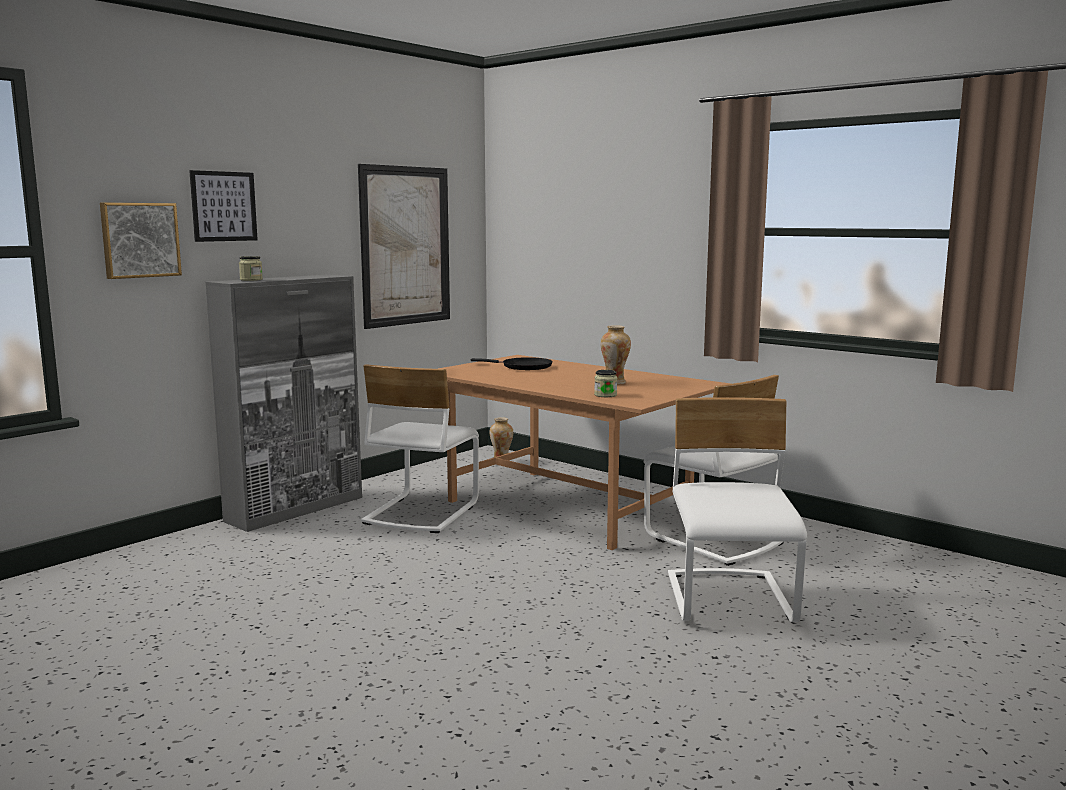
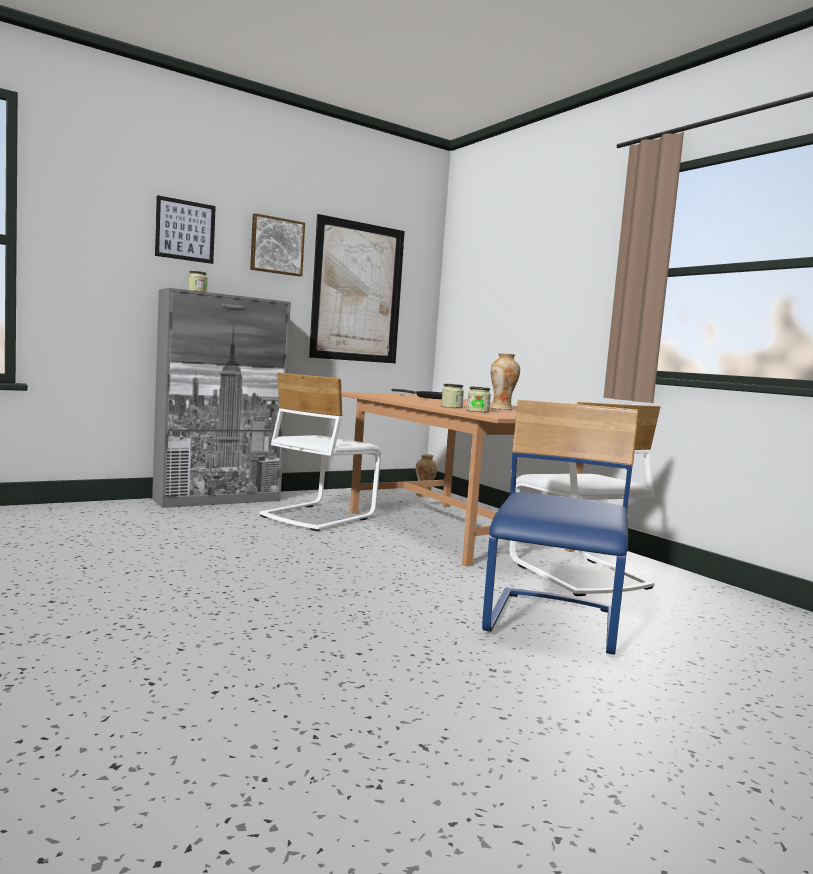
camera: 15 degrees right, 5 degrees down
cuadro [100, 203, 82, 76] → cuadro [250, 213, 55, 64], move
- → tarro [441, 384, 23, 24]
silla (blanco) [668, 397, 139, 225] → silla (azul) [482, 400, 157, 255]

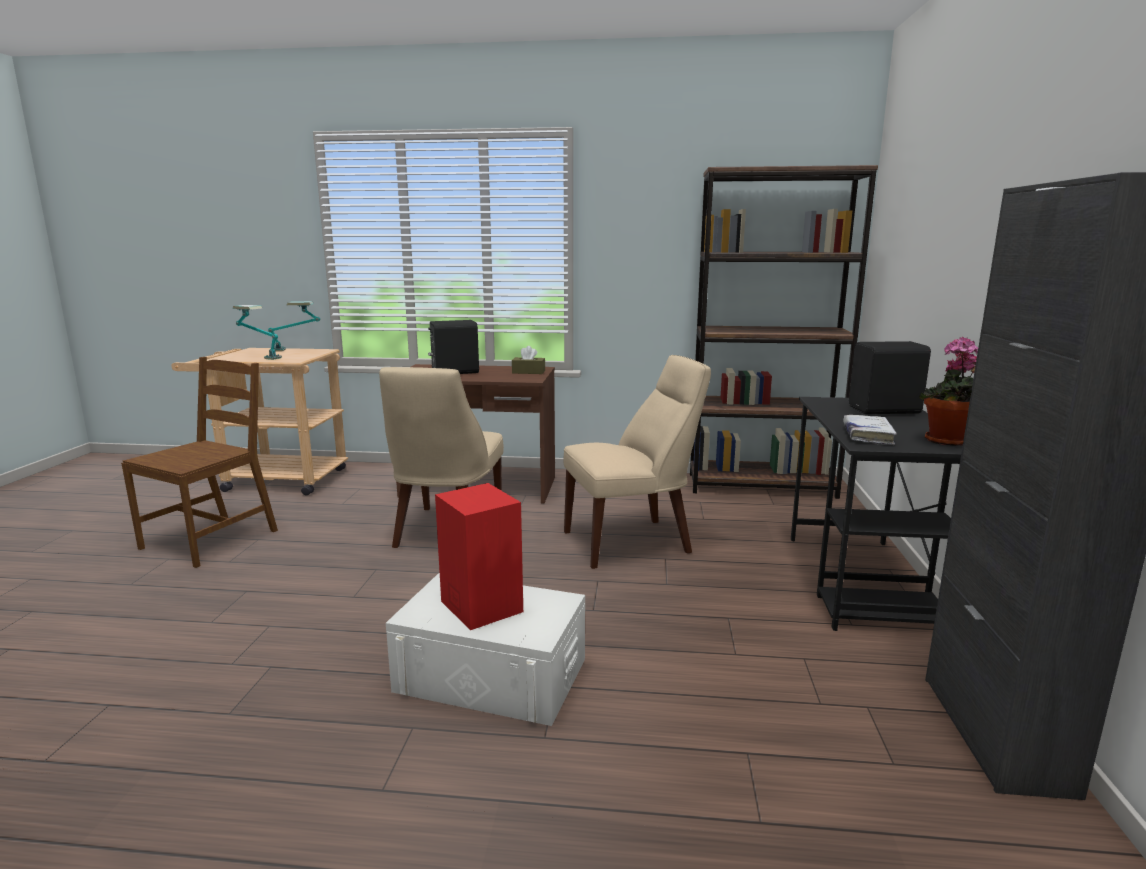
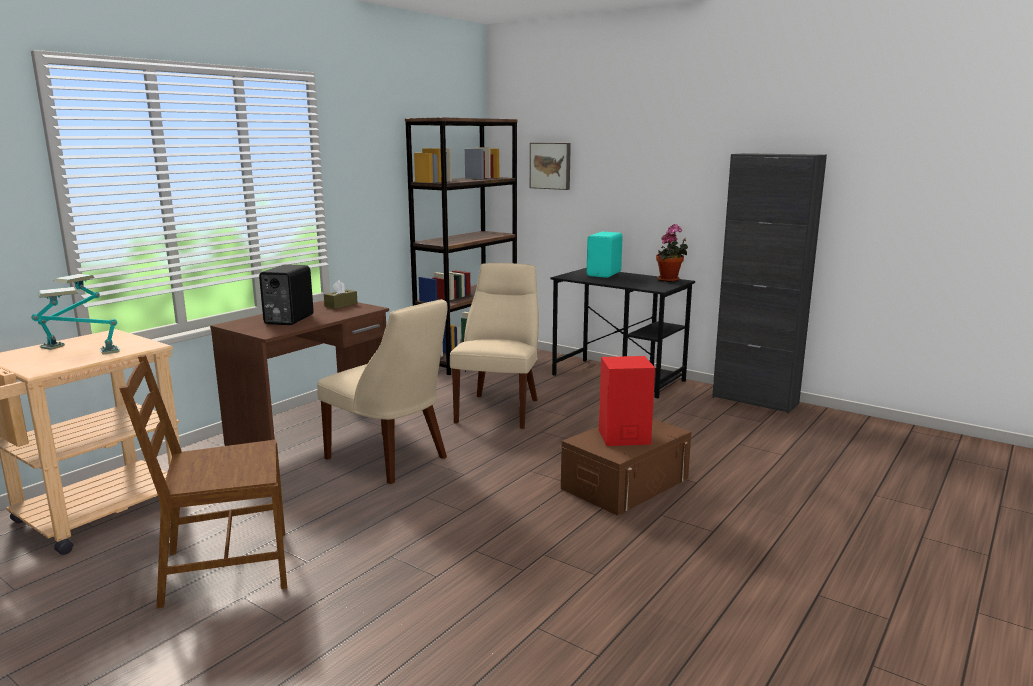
camera: 60 degrees left, 0 degrees up
silla (marrón) [121, 357, 157, 211] → silla (marrón) [119, 355, 168, 254], 75 degrees counterclockwise
- → cuadro [530, 143, 41, 47]
caja de almacenaje (blanco) [386, 573, 199, 153] → caja de almacenaje (marrón) [561, 419, 130, 97]
altavoz (negro) [849, 341, 82, 73] → altavoz (turquesa) [587, 232, 36, 46]
libro (blanco) [843, 415, 54, 30] → -

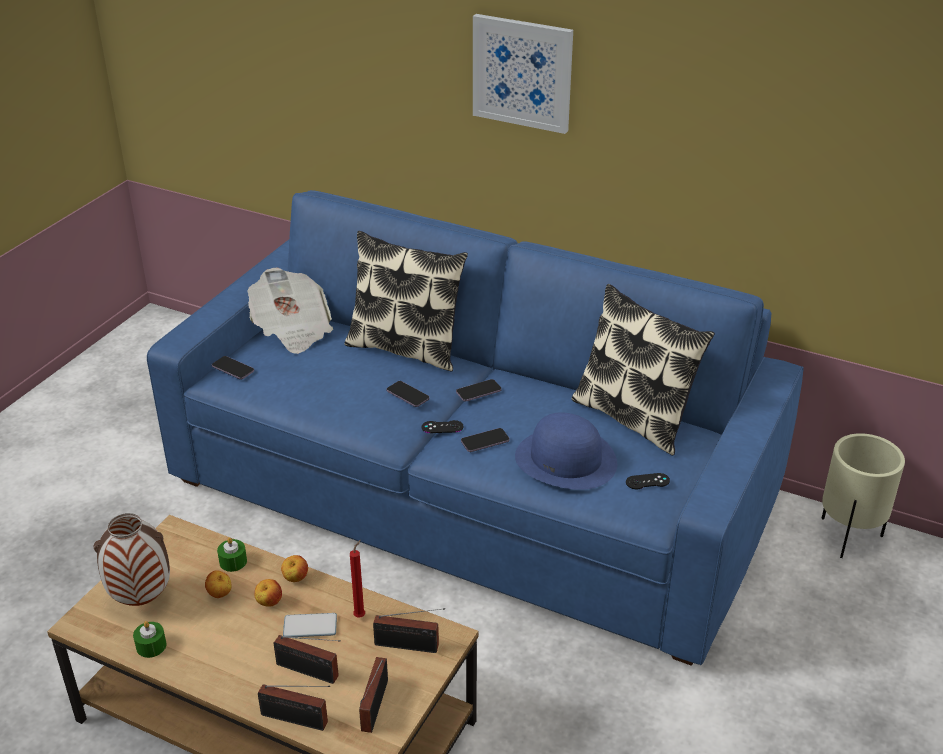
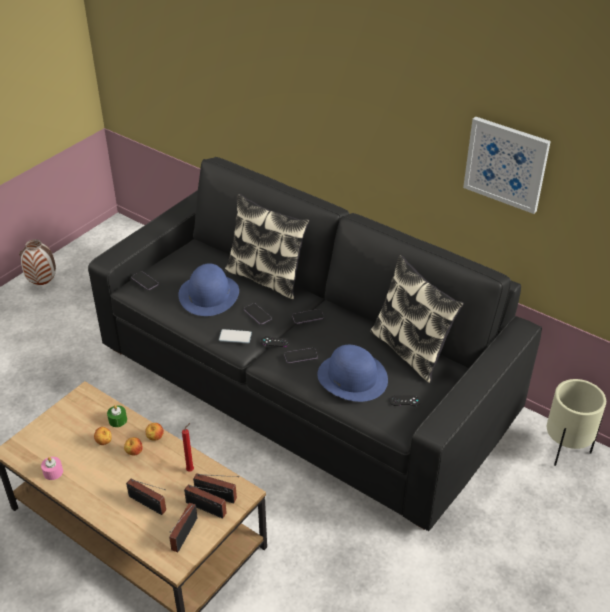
camera: 10 degrees right, 5 degrees up
florero [94, 513, 76, 93] → florero [19, 239, 37, 46], move
vela (verde) [133, 621, 34, 37] → vela (rosa) [41, 457, 22, 23]
sofá (azul) [147, 190, 657, 476] → sofá (negro) [88, 157, 454, 374]
- → sombrero (azul) [178, 263, 61, 53]
radio [258, 684, 72, 47] → radio [184, 484, 44, 35], move
móvil [283, 613, 54, 24] → móvil [219, 329, 33, 14], move
cuadro [473, 14, 100, 120] → cuadro [463, 116, 88, 98], move
periódico [247, 268, 86, 86] → -

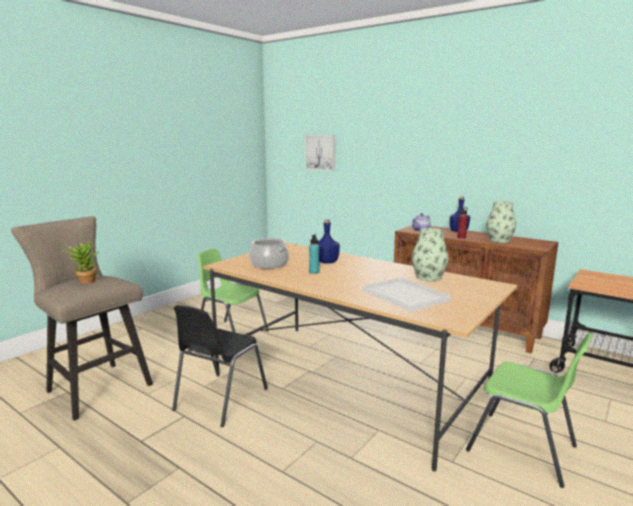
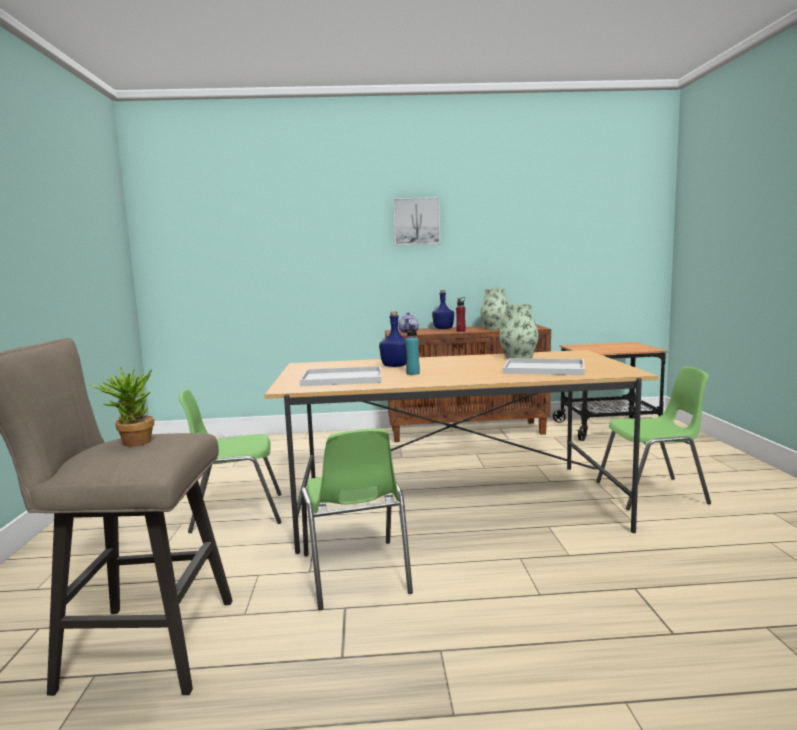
camera: 40 degrees left, 5 degrees down
olla [249, 238, 40, 31] → bandeja (blanco) [300, 366, 82, 20]
silla (negro) [172, 305, 96, 122] → silla (verde) [301, 429, 112, 181]
cuadro [305, 135, 30, 36] → cuadro [393, 197, 47, 49], move

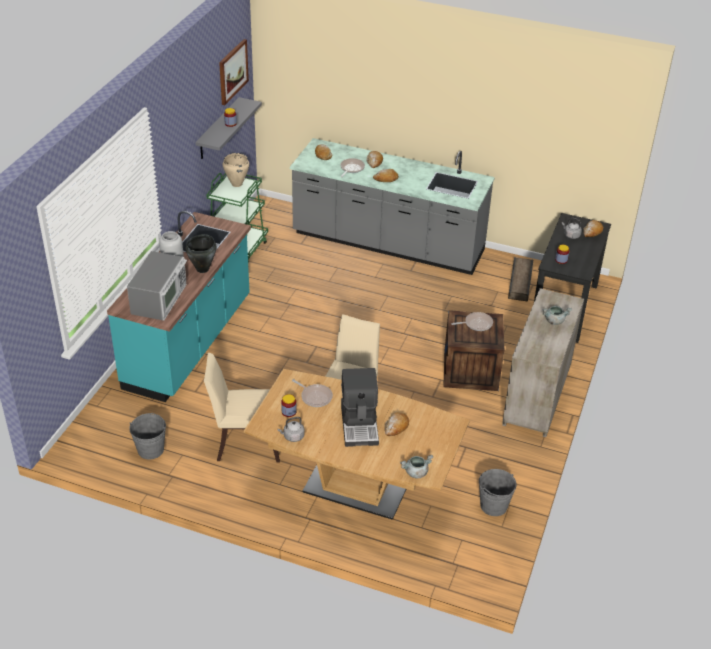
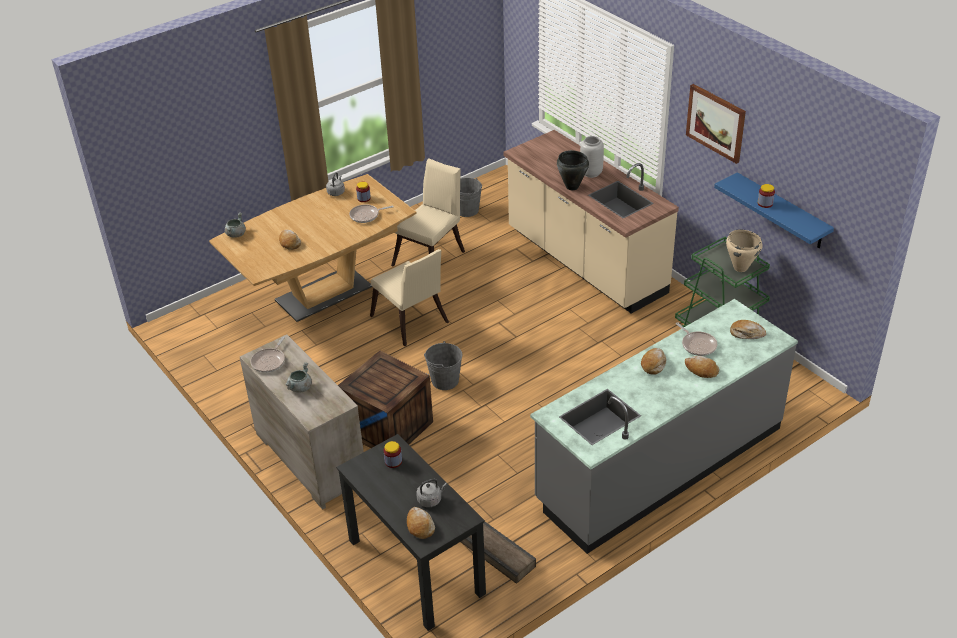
camera: 125 degrees right, 0 degrees up
sartén [451, 312, 42, 19] → sartén [250, 337, 35, 36], move
cubo (gris) [479, 469, 37, 47] → cubo (gris) [424, 341, 38, 49], move
mueble bajo de cocina (turquesa) [107, 211, 144, 191] → mueble bajo de cocina (beis) [503, 130, 176, 183]
cuadro [219, 39, 30, 66] → cuadro [686, 84, 60, 80], move
estante (gris) [196, 97, 66, 62] → estante (azul) [714, 172, 120, 76]
microondas [127, 251, 60, 69] → -
cafetera [341, 368, 38, 79] → -

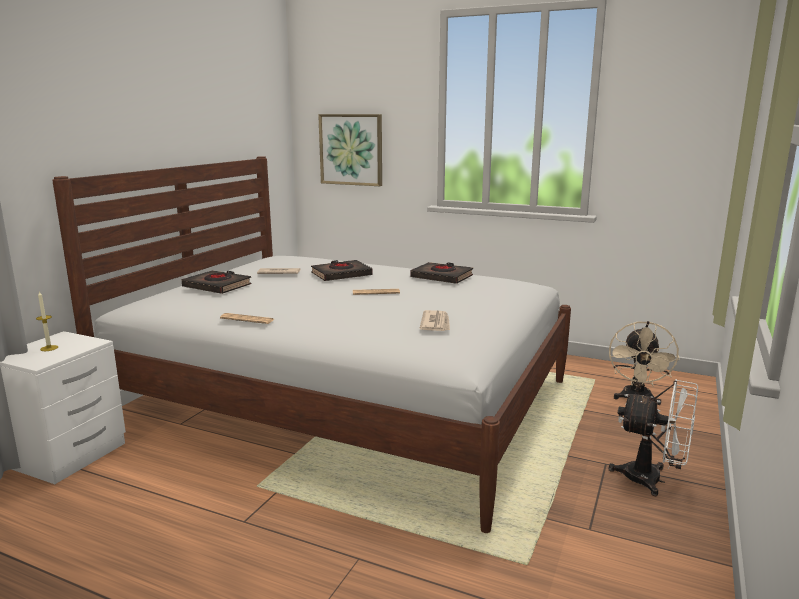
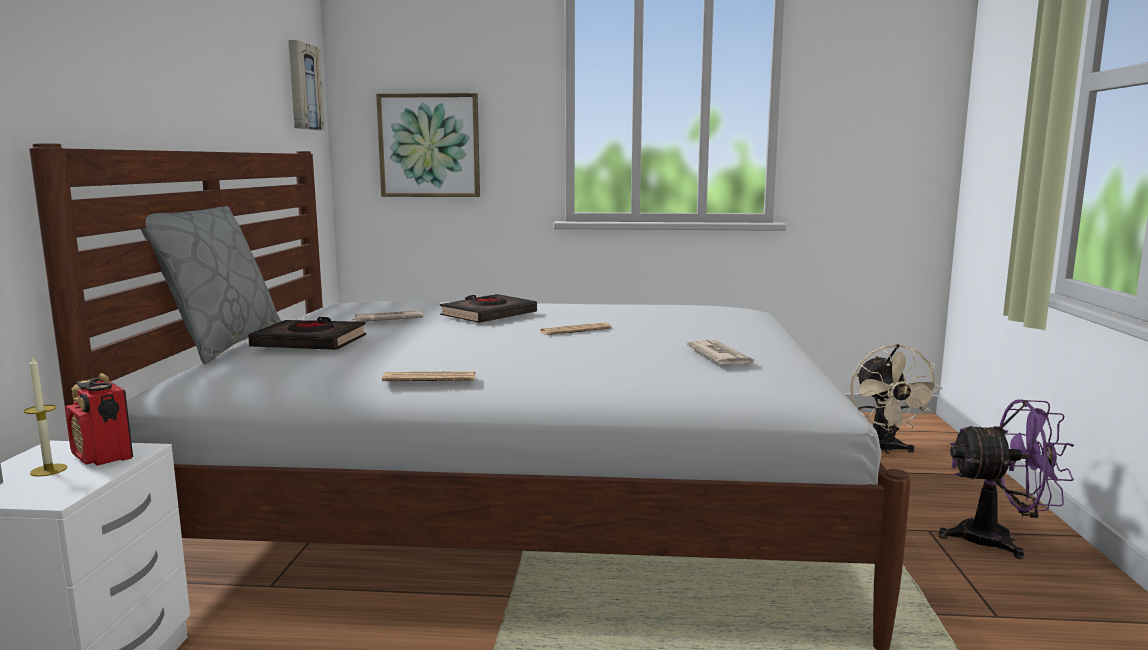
camera: 20 degrees left, 5 degrees down
- → radio [65, 373, 68, 93]
- → cojín (gris) [141, 206, 140, 158]
- → cuadro [288, 40, 36, 90]
ventilador (blanco) [608, 379, 90, 117] → ventilador (morado) [938, 399, 136, 160]
libro (negro) [410, 262, 63, 22] → -

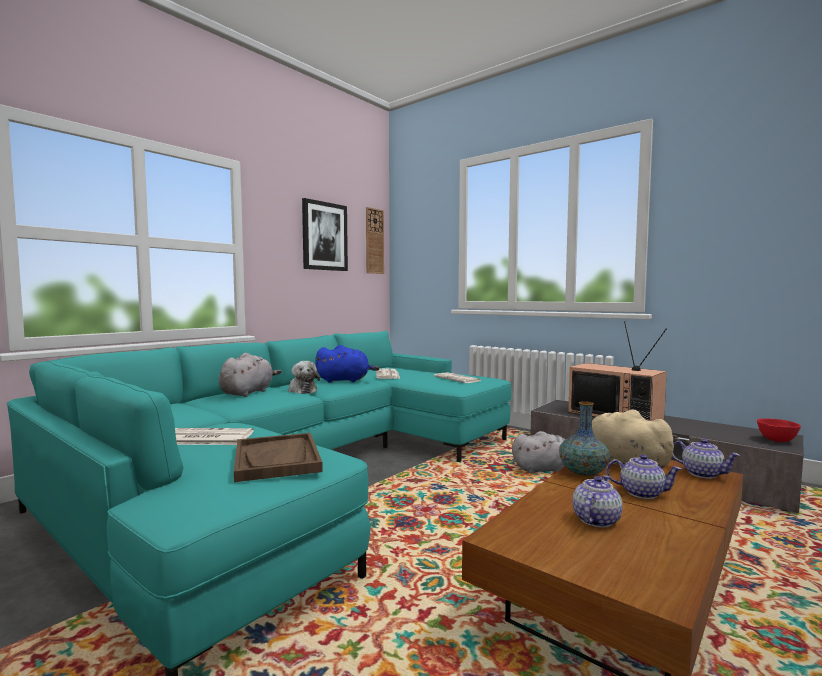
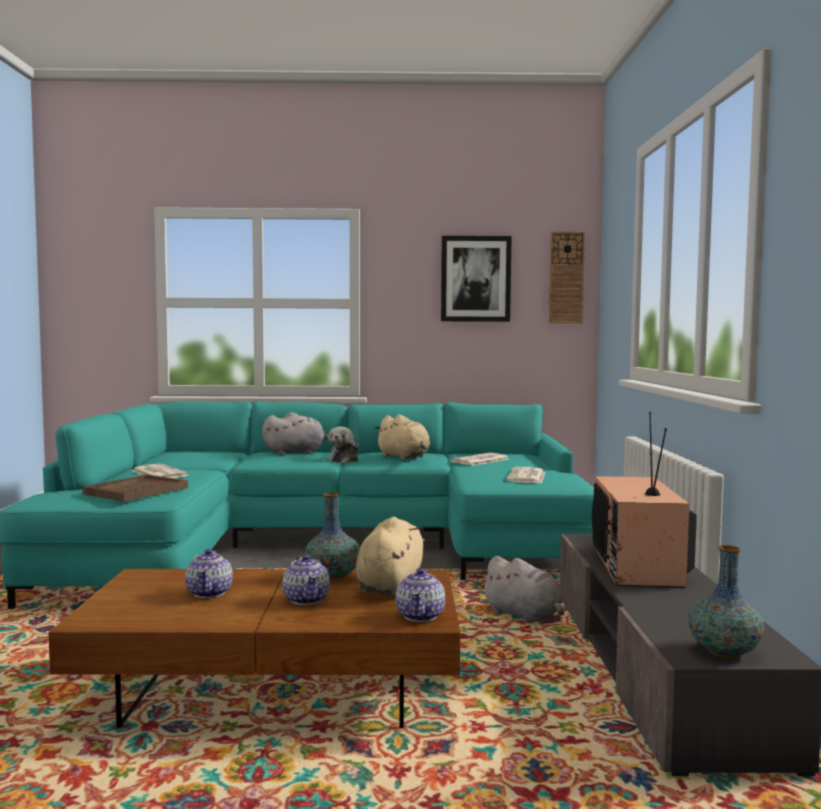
camera: 50 degrees right, 0 degrees up
tetera [572, 475, 51, 53] → tetera [185, 549, 48, 49], 90 degrees clockwise
peluche (azul) [315, 345, 64, 38] → peluche (beis) [375, 414, 55, 46]
cuenco (rojo) [757, 418, 44, 24] → florero [688, 545, 77, 113]

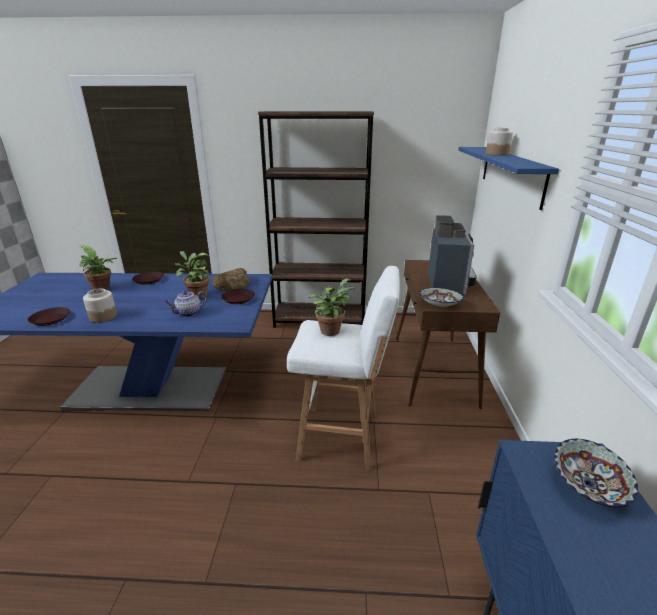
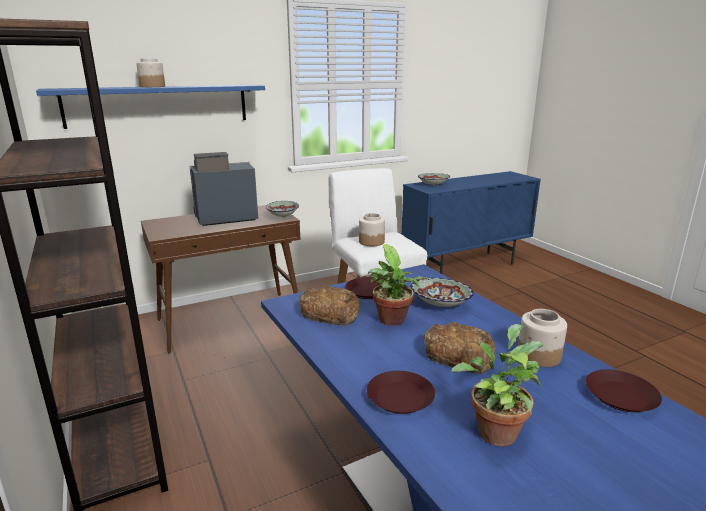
camera: 120 degrees left, 5 degrees down
planta en maceta [308, 278, 47, 58] → tarro [359, 213, 26, 33]
tetera [165, 291, 42, 26] → cuenco [411, 278, 63, 29]
- → pan [424, 322, 71, 52]

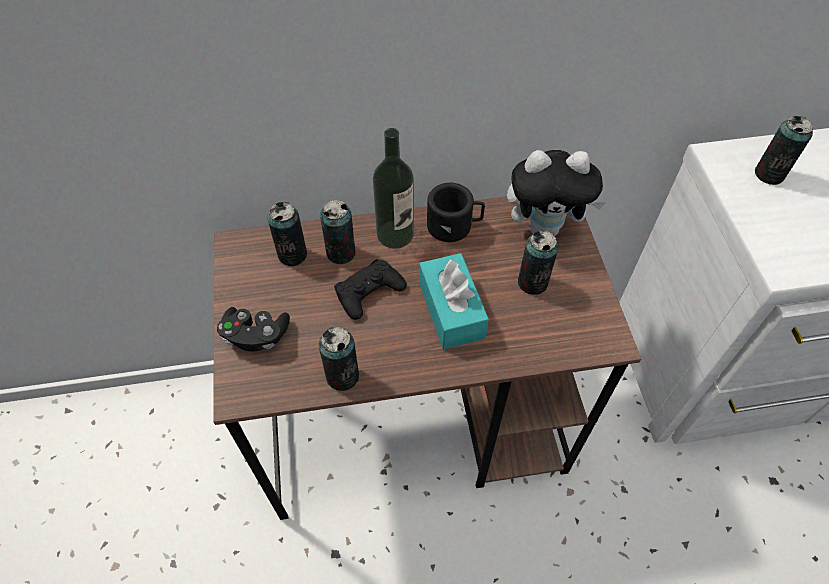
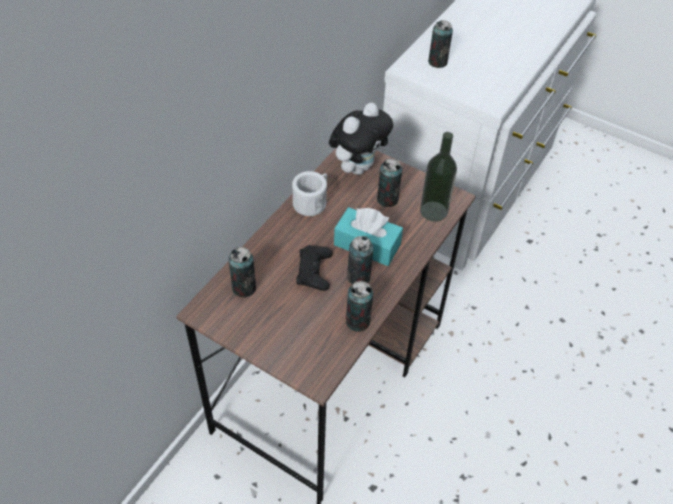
camera: 50 degrees left, 5 degrees down
taza grande (negro) [427, 183, 58, 59] → taza grande (blanco) [292, 171, 35, 45]
lata [320, 200, 36, 64] → lata [347, 236, 26, 48], move
botella [373, 128, 41, 121] → botella [420, 132, 37, 90], move
mando de consola (negro) [217, 307, 73, 45] → -

